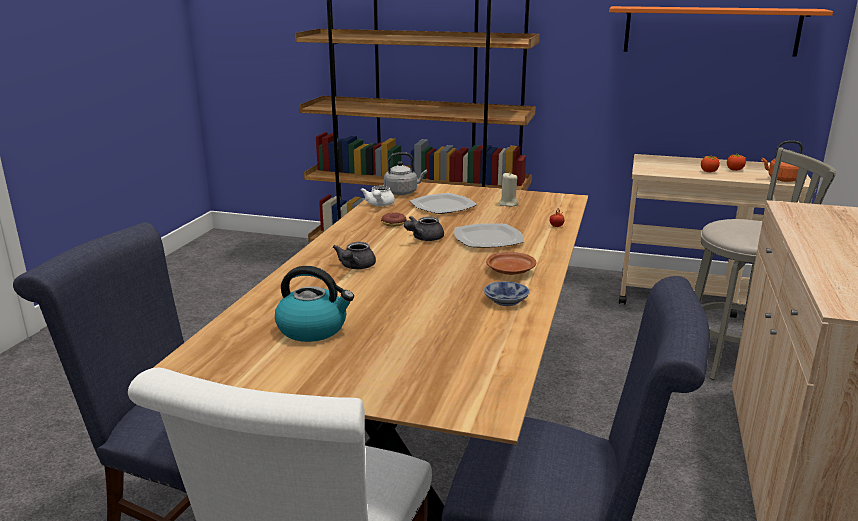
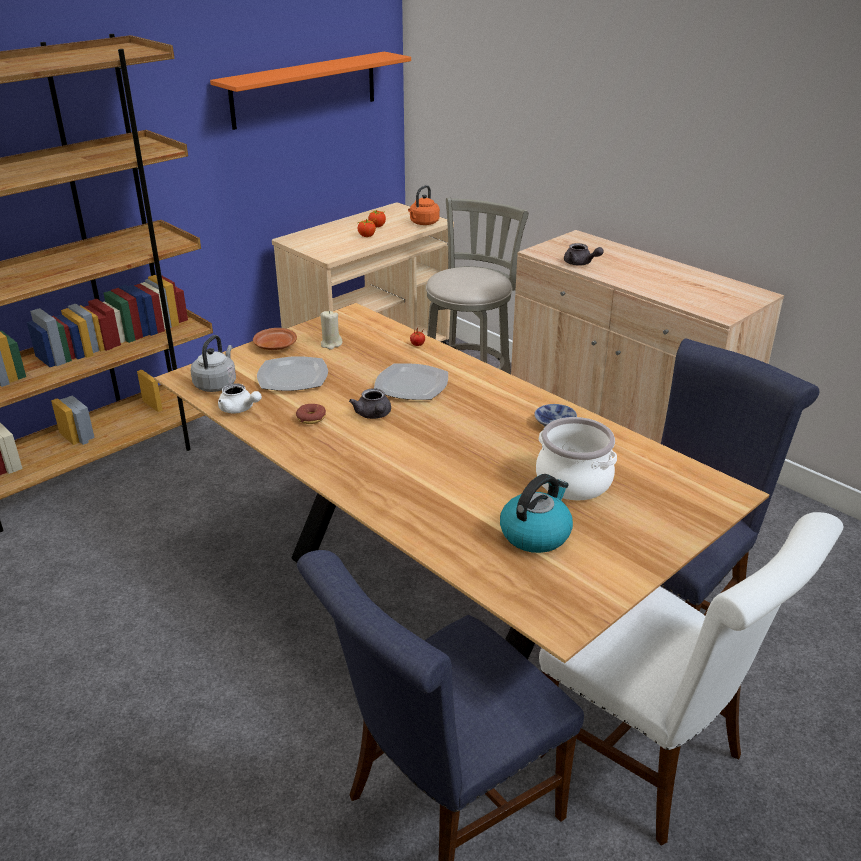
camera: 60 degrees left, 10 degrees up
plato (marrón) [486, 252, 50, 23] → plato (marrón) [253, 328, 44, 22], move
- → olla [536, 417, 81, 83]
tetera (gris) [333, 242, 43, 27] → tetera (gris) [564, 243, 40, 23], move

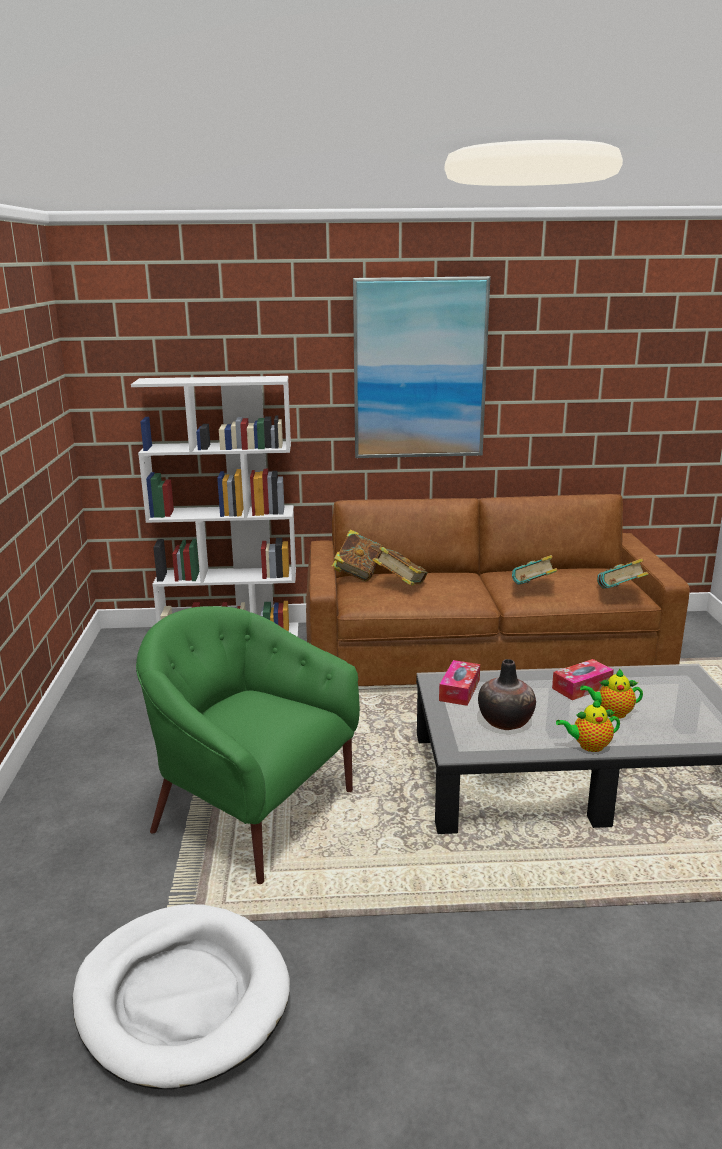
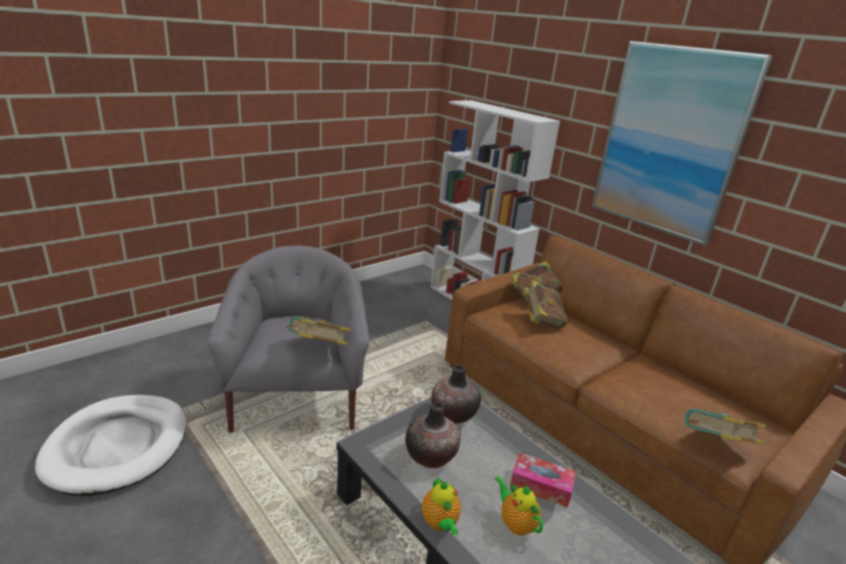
camera: 50 degrees right, 5 degrees up
sillón (verde) [136, 606, 224, 278] → sillón (gris) [207, 245, 163, 188]
libro [512, 555, 46, 30] → libro [285, 317, 66, 28], move
tetera [556, 699, 64, 53] → tetera [422, 477, 39, 59], 150 degrees counterclockwise
caja de pañuelos [439, 660, 41, 46] → florero [431, 365, 50, 58]

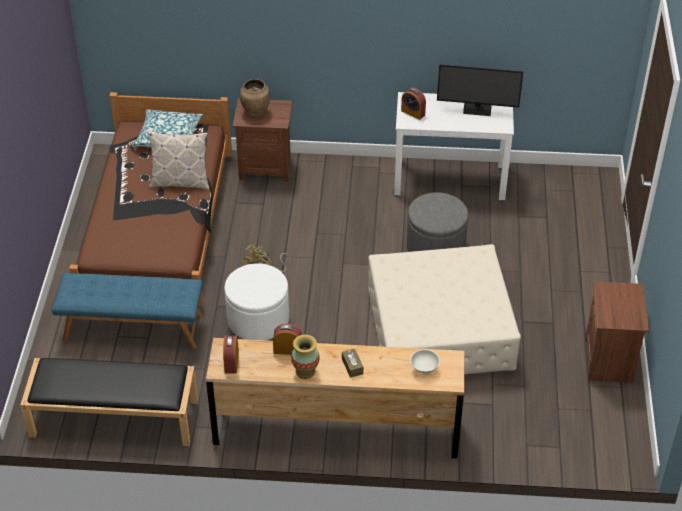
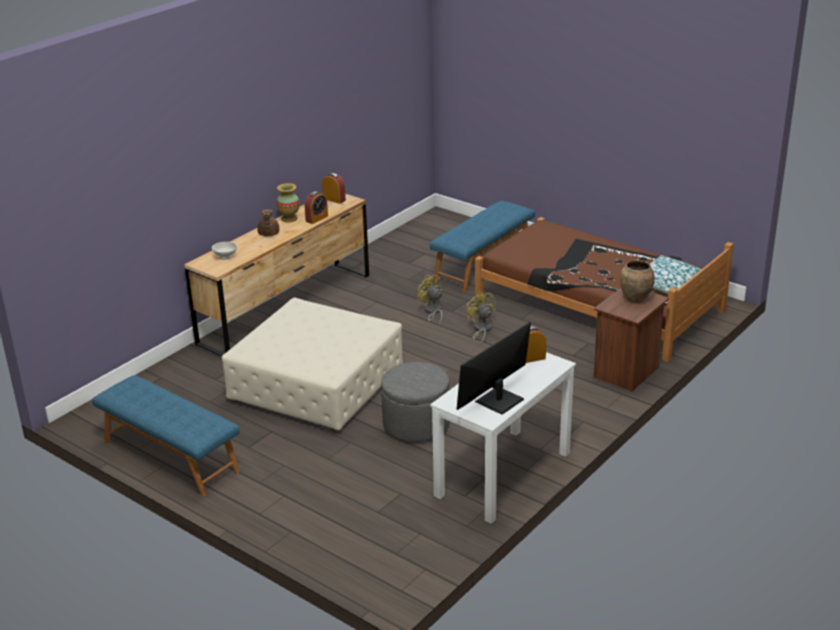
camera: 125 degrees right, 15 degrees down
mesita de noche (marrón) [585, 281, 64, 102] → banco (azul) [92, 375, 148, 122]
caja de pañuelos (marrón) [342, 349, 21, 29] → tetera (marrón) [257, 209, 22, 27]
puf (blanco) [224, 263, 65, 77] → ventilador (amarillo) [417, 275, 25, 50]
banco (negro) [20, 358, 178, 88] → -
cojín [147, 131, 62, 59] → -

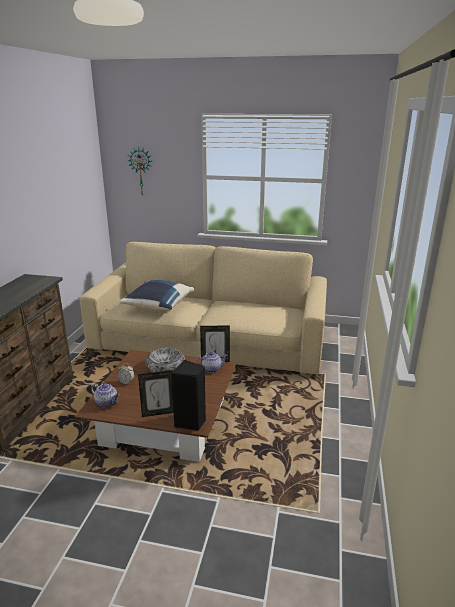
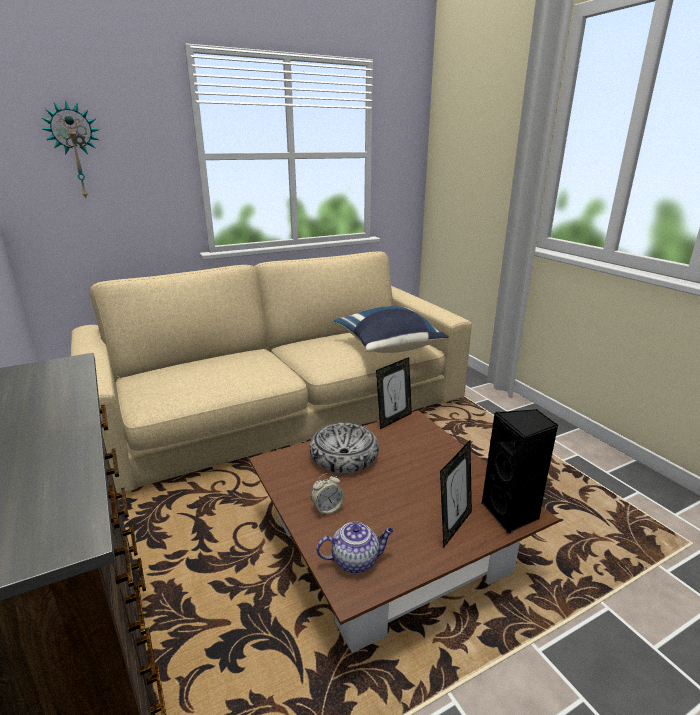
camera: 40 degrees left, 0 degrees up
cojín (azul) [119, 280, 76, 31] → cojín (azul) [334, 306, 115, 47], move
tetera [195, 352, 33, 21] → -

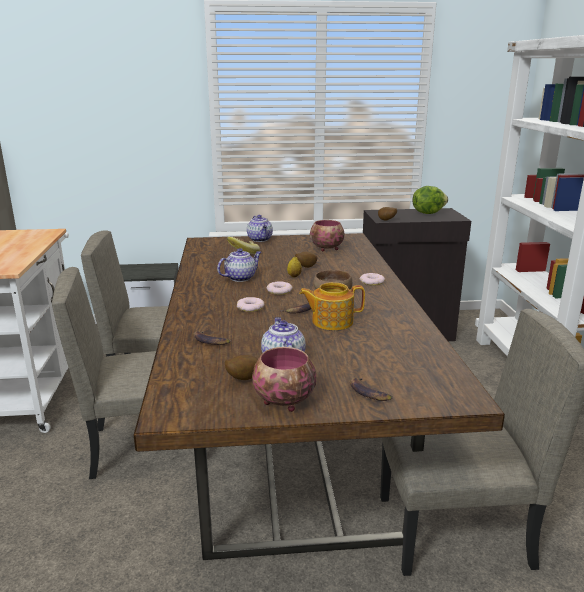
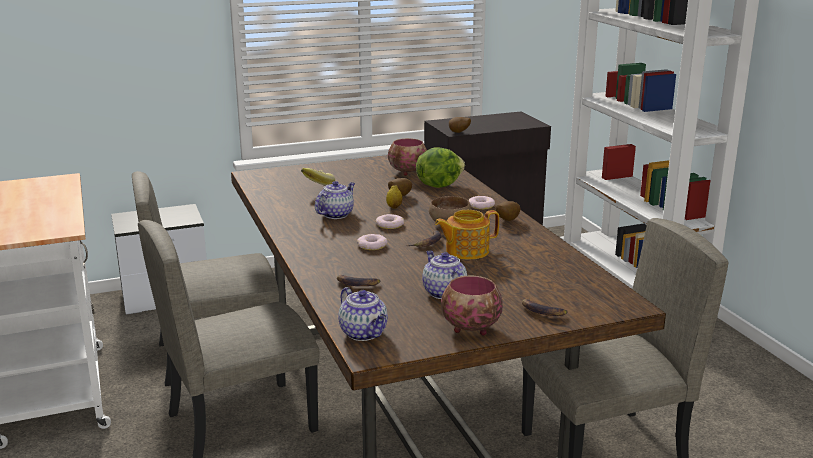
camera: 15 degrees left, 0 degrees up
tetera [247, 215, 26, 27] → tetera [338, 287, 50, 54], move
lechuga [412, 186, 36, 28] → lechuga [416, 147, 49, 41], move
patata [225, 355, 33, 25] → patata [495, 201, 25, 20], move

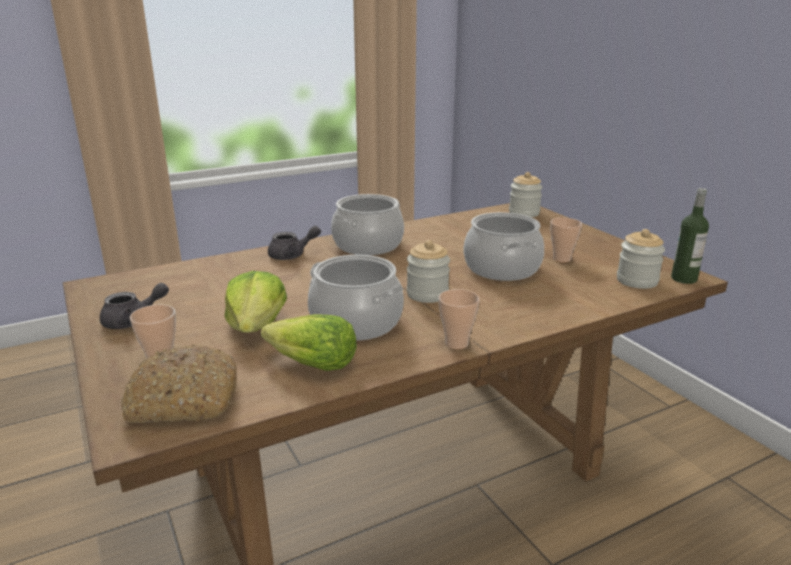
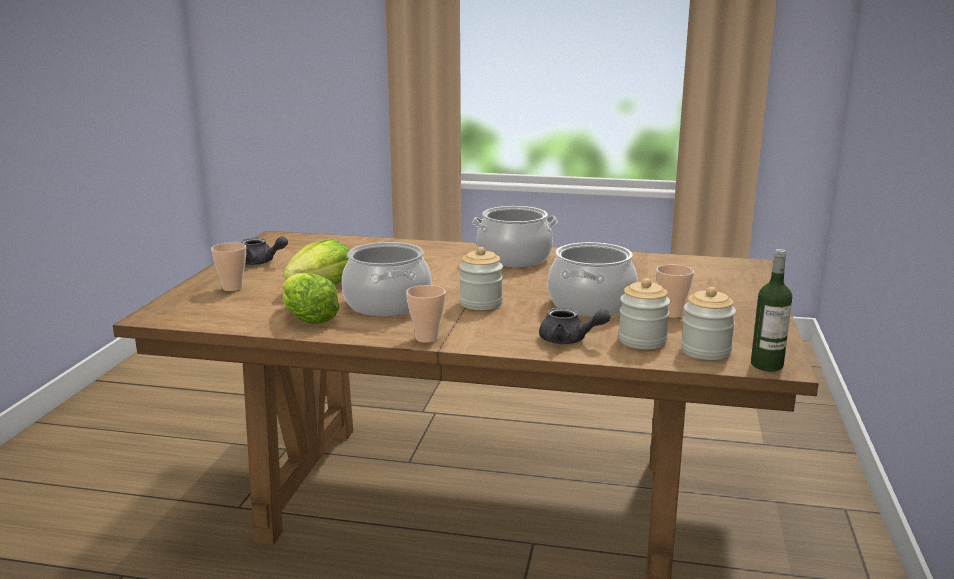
camera: 40 degrees right, 5 degrees down
tetera (gris) [268, 226, 53, 34] → tetera (gris) [539, 307, 71, 37], move
tarro [509, 172, 34, 45] → tarro [618, 278, 52, 71], move
pan [121, 345, 116, 78] → -

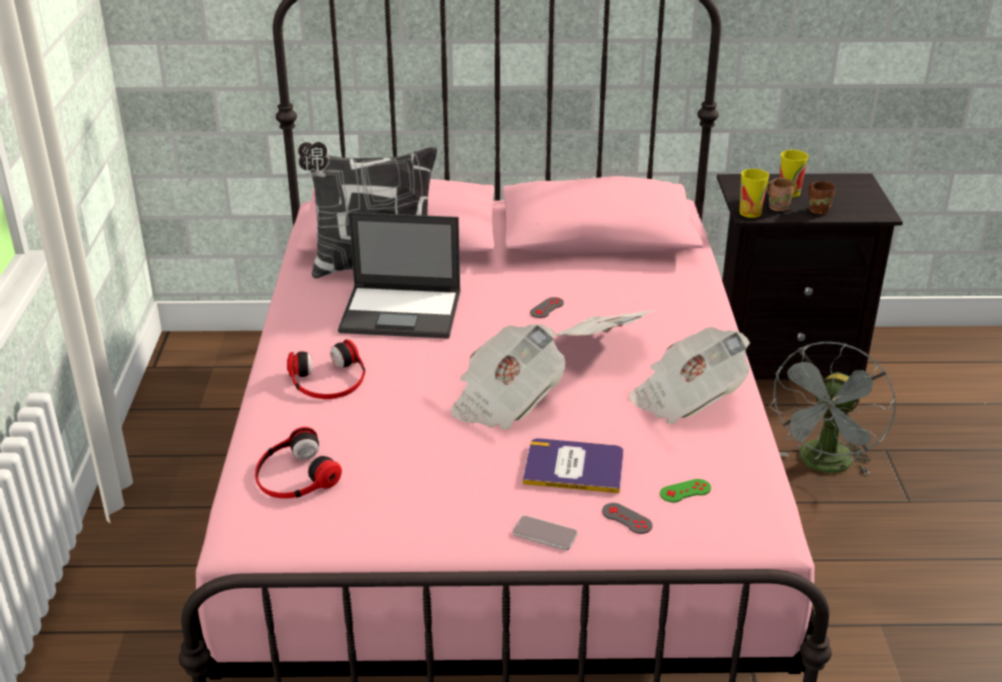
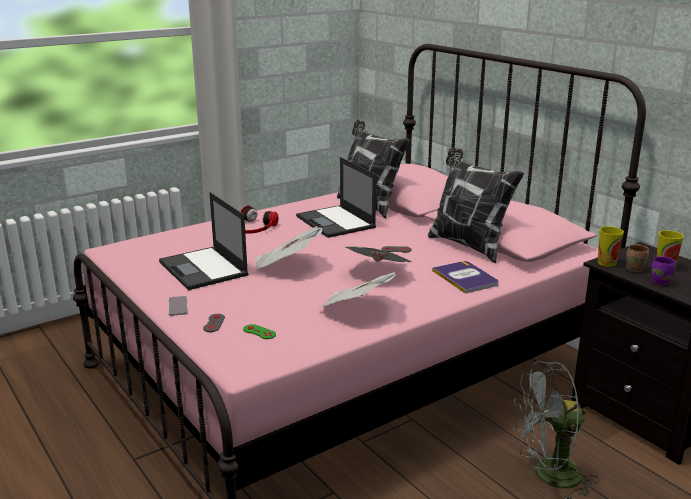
camera: 55 degrees right, 10 degrees down
- → portátil [159, 192, 89, 98]
- → cojín [428, 147, 96, 116]
libro [523, 438, 101, 55] → libro [432, 261, 67, 33], move
taza grande (marrón) [808, 181, 27, 33] → taza grande (morado) [651, 256, 25, 29]
auriculares [255, 427, 87, 71] → -

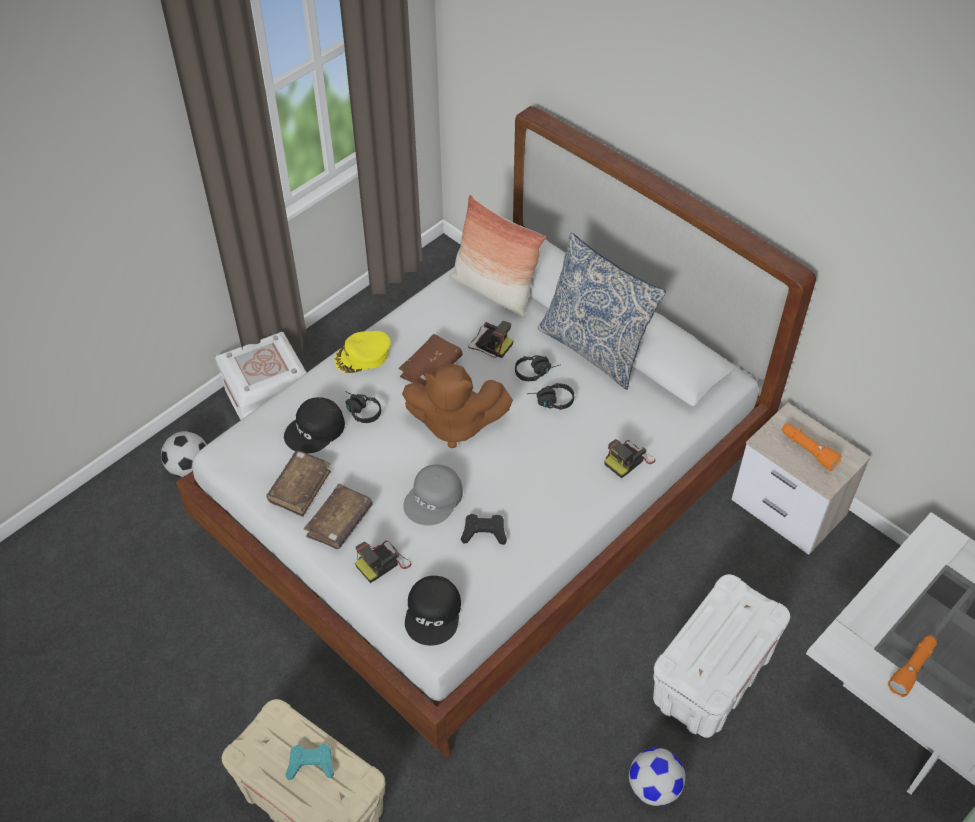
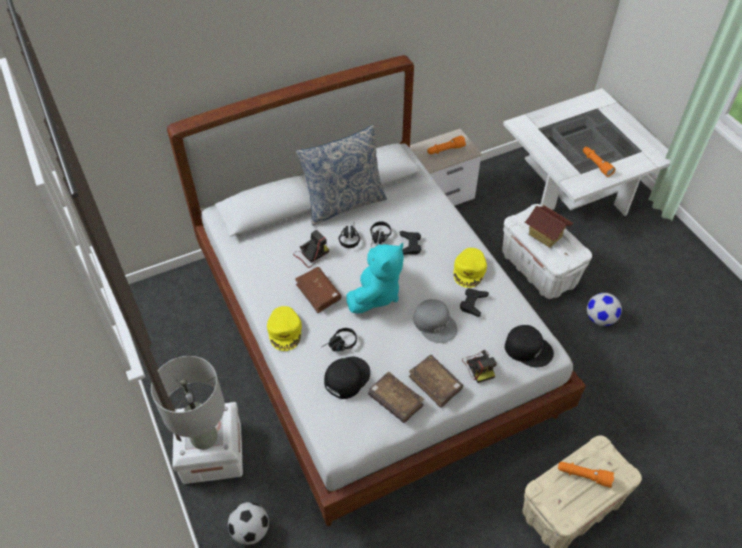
camera: 70 degrees left, 0 degrees up
- → lámpara de mesa (gris) [151, 356, 74, 94]
gorra (negro) [284, 397, 61, 56] → gorra (negro) [324, 357, 46, 42], 120 degrees counterclockwise
peluche (marrón) [402, 364, 111, 84] → peluche (turquesa) [346, 243, 58, 70]
- → mando de consola (negro) [400, 231, 21, 24]
- → gorra (amarillo) [454, 248, 33, 40]
- → casita [525, 205, 48, 43]
mando de consola (turquesa) [285, 744, 49, 36] → linterna (naranja) [558, 462, 56, 26]
cojín [449, 195, 97, 123] → -
cámara [604, 439, 52, 39] → -

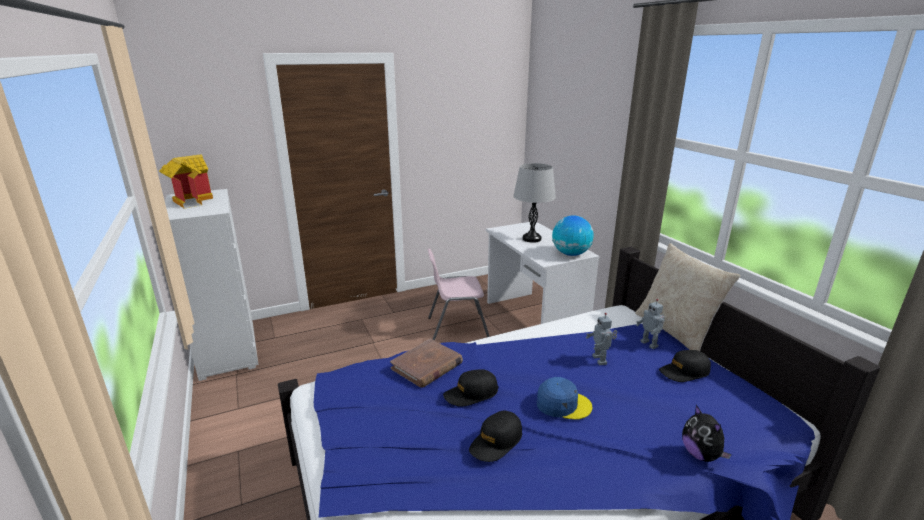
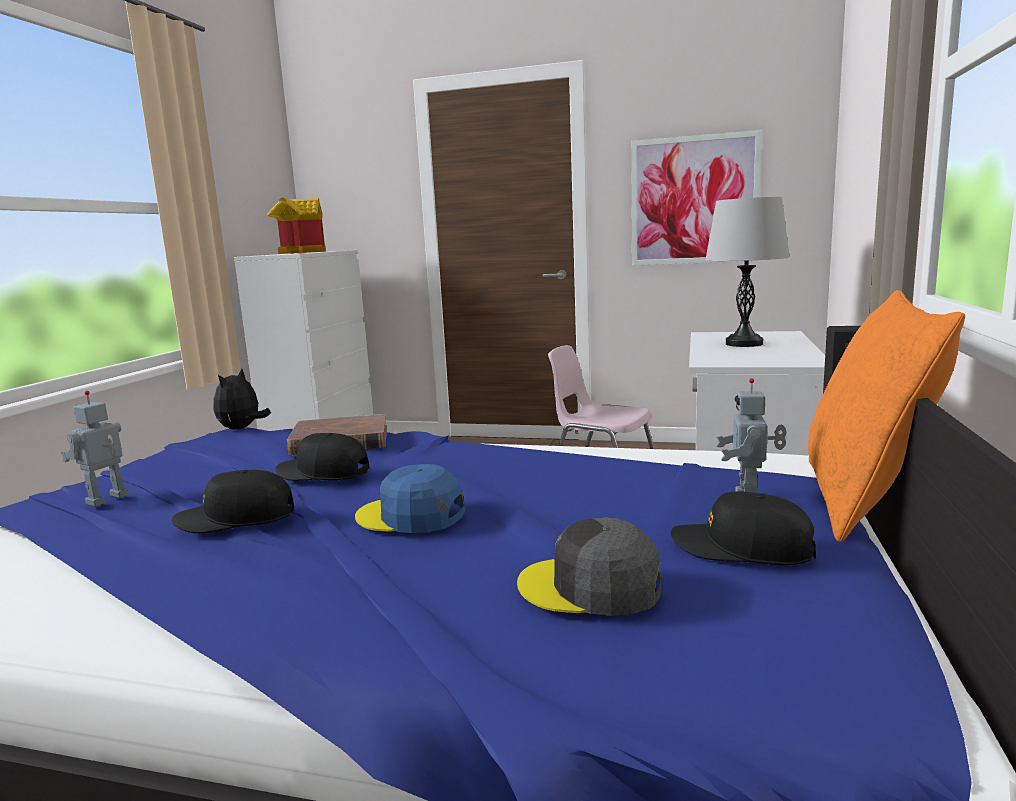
camera: 40 degrees right, 10 degrees down
robot de juguete [586, 313, 31, 52] → robot de juguete [61, 391, 68, 116], move
peluche [682, 405, 50, 57] → peluche [213, 368, 58, 62], move
gorra (azul) [537, 377, 56, 43] → gorra (azul) [355, 464, 110, 69], 150 degrees clockwise
- → gorra (gris) [517, 518, 144, 98]
- → cuadro [631, 130, 131, 136]
cojín (beis) [635, 243, 106, 108] → cojín (naranja) [808, 290, 157, 252]
globo terráqueo [552, 215, 42, 41] → -

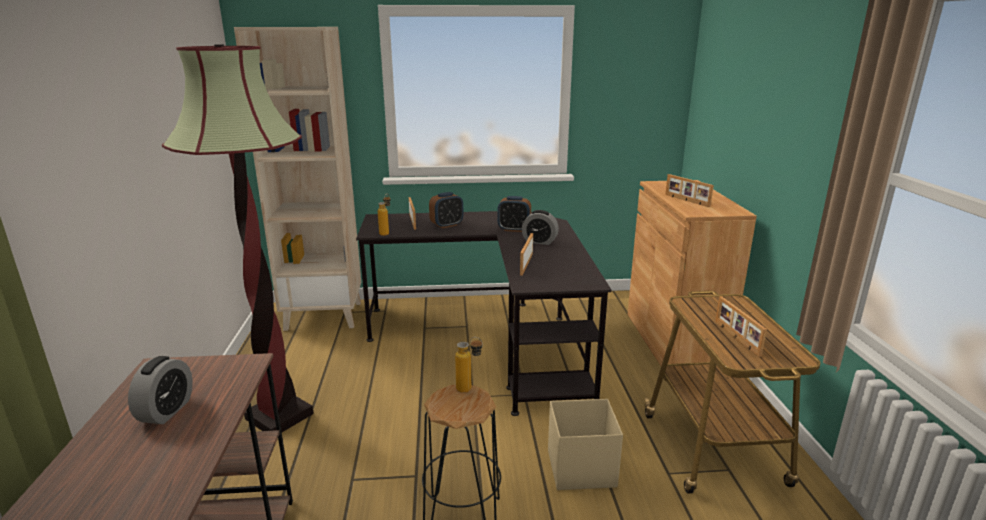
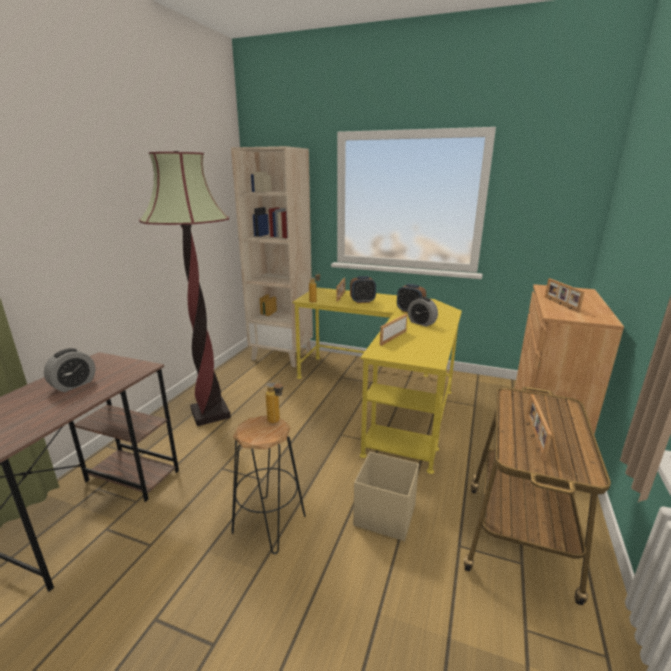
camera: 25 degrees right, 0 degrees up
escritorio (negro) [356, 211, 256, 205] → escritorio (amarillo) [293, 287, 169, 187]

